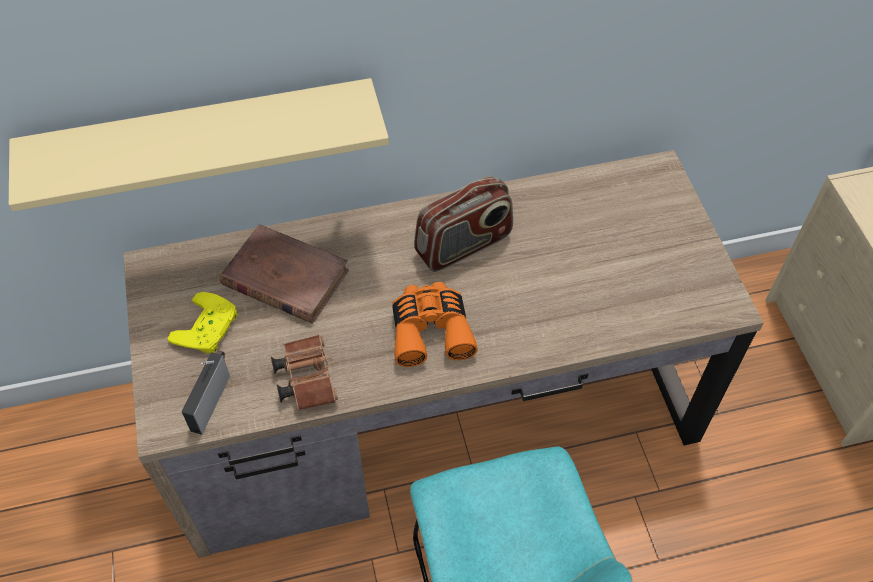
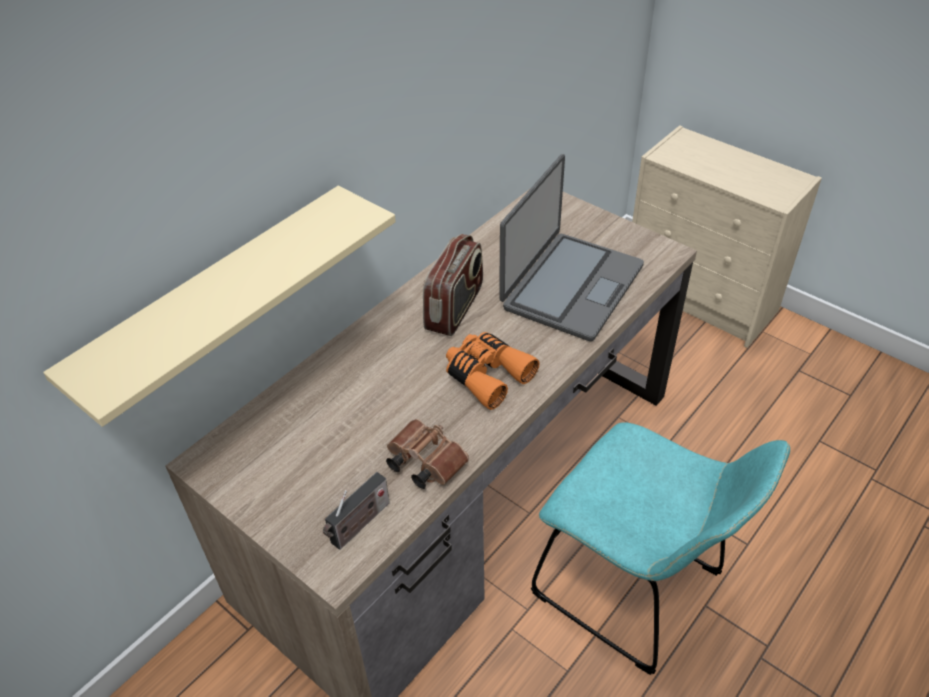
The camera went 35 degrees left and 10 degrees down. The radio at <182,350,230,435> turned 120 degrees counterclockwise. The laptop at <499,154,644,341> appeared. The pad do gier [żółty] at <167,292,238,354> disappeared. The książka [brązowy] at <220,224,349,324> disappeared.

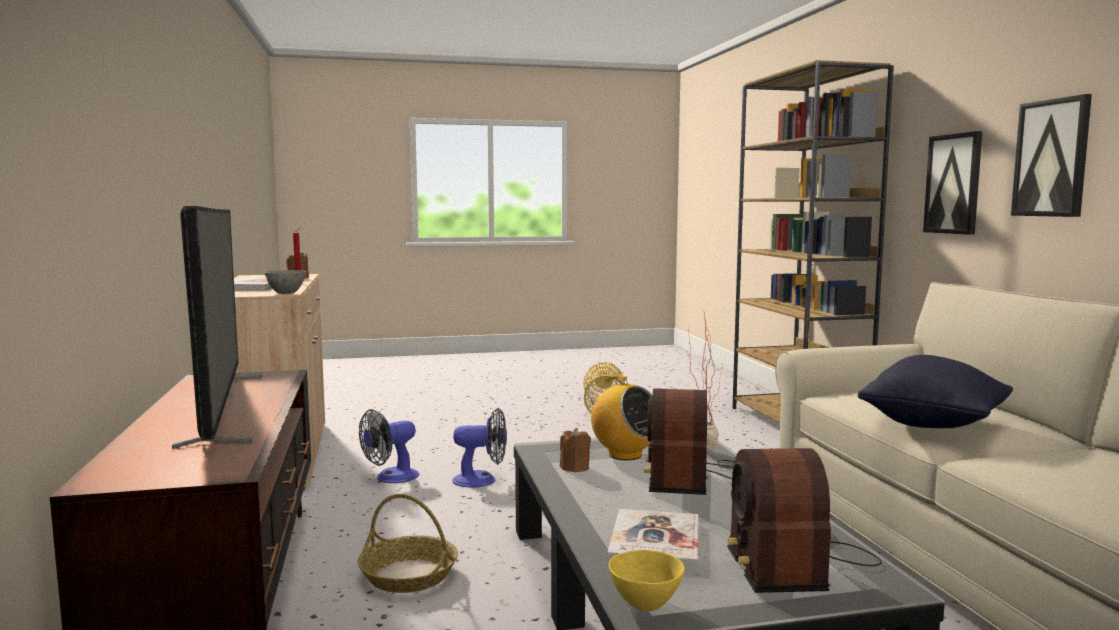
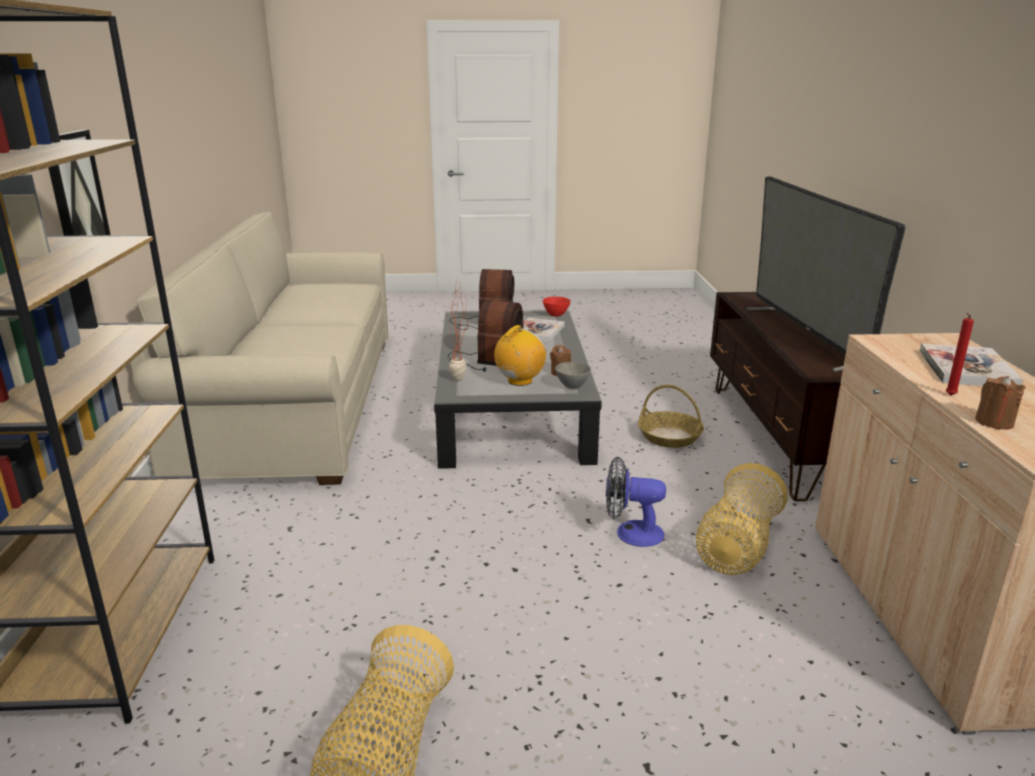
The camera went 170 degrees left and 15 degrees up. The radio at <586,375,653,460> turned 75 degrees clockwise. The miska [żółty] at <609,550,685,611> became the miska [czerwony] at <543,297,571,316>. The miska [szary] moved from <265,270,306,294> to <555,362,591,389>. The wentylator at <359,409,419,483> was replaced by the koszyk at <696,463,788,575>. The poduszka [czarny] at <857,355,1013,428> disappeared. The obraz at <1011,94,1092,217> disappeared.

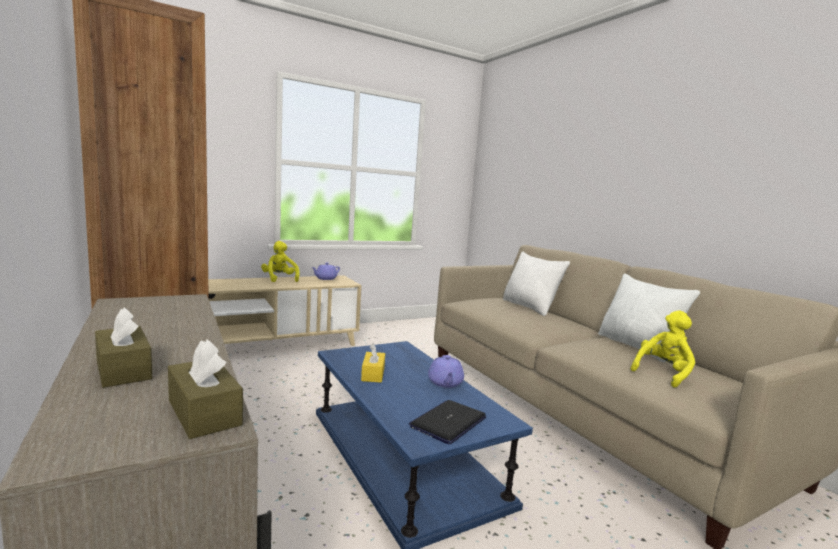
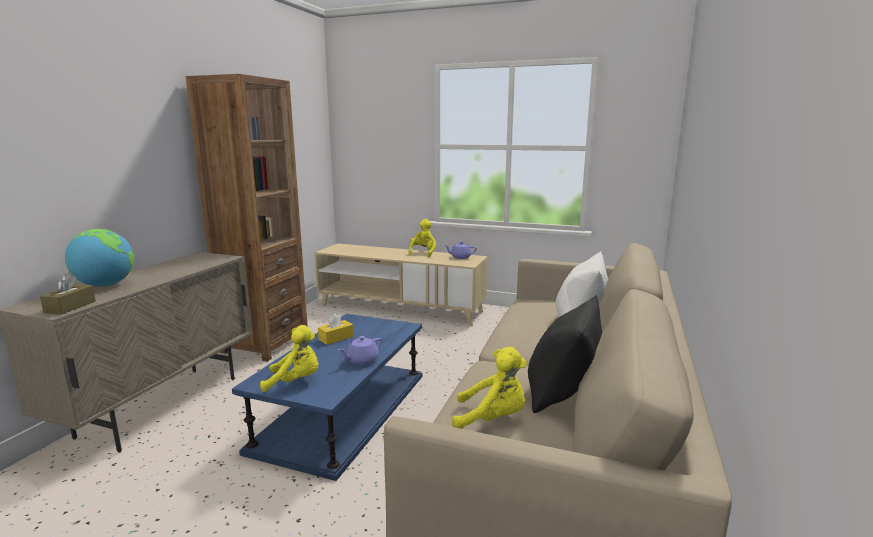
The camera went 50 degrees right and 5 degrees up. The pudełko chusteczek [brązowy] at <95,307,152,388> was replaced by the globus at <65,229,134,287>. The laptop at <409,400,486,444> was replaced by the pluszak [żółty] at <260,325,318,392>. The poduszka [biały] at <598,274,700,362> became the poduszka [czarny] at <528,295,602,413>.

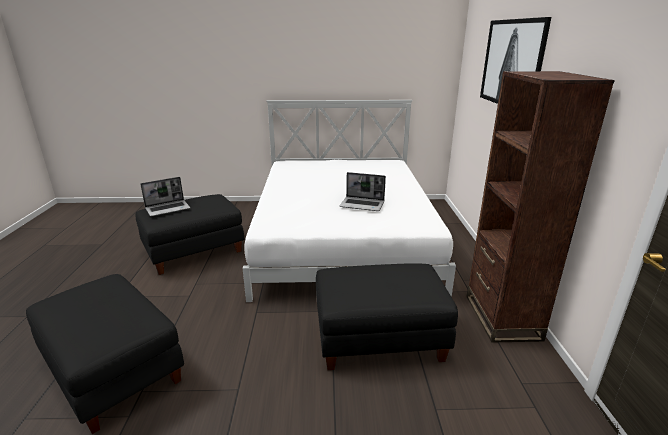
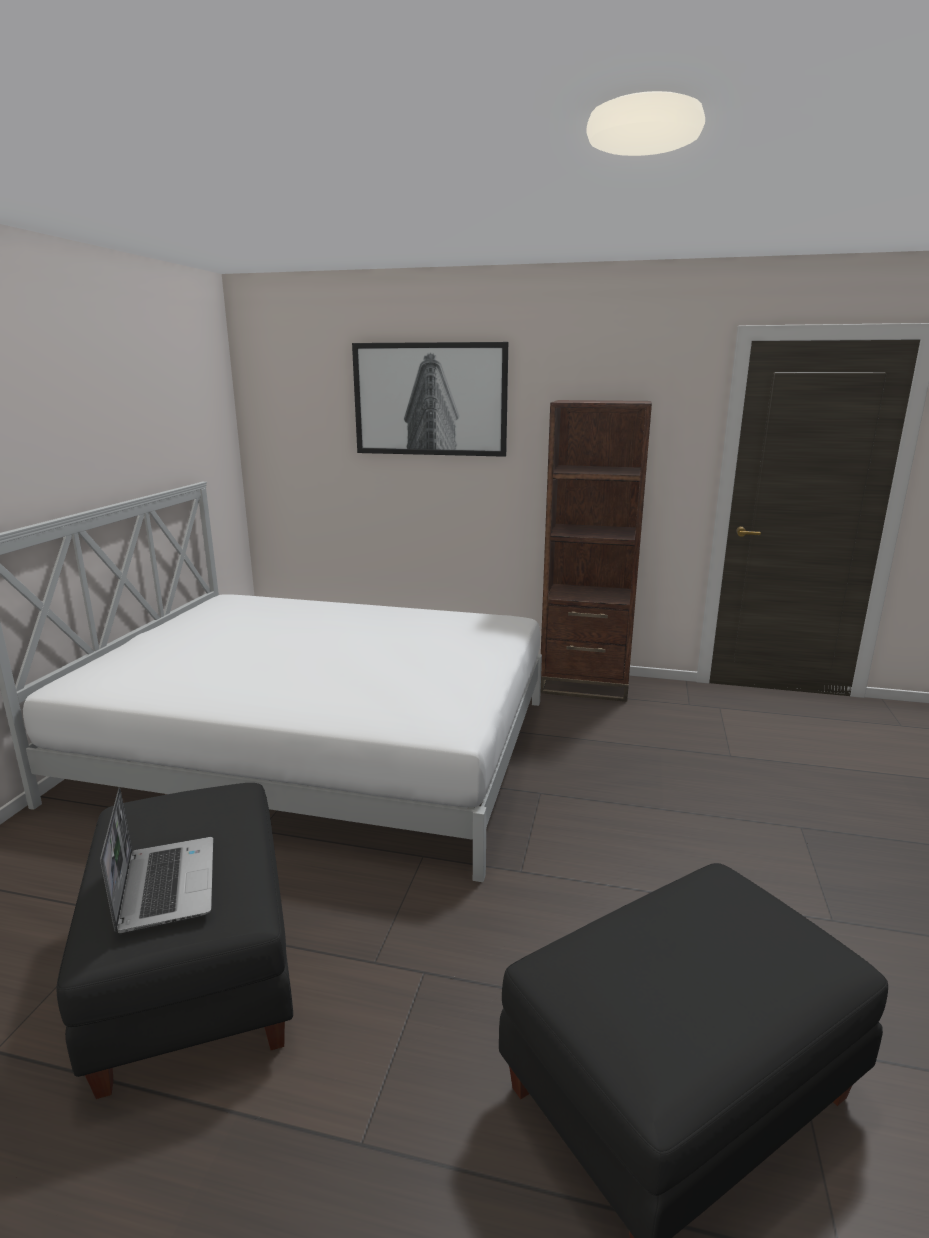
The camera went 75 degrees left and 5 degrees down. The pufa [czarny] at <316,263,458,370> disappeared. The laptop at <340,172,386,211> disappeared.

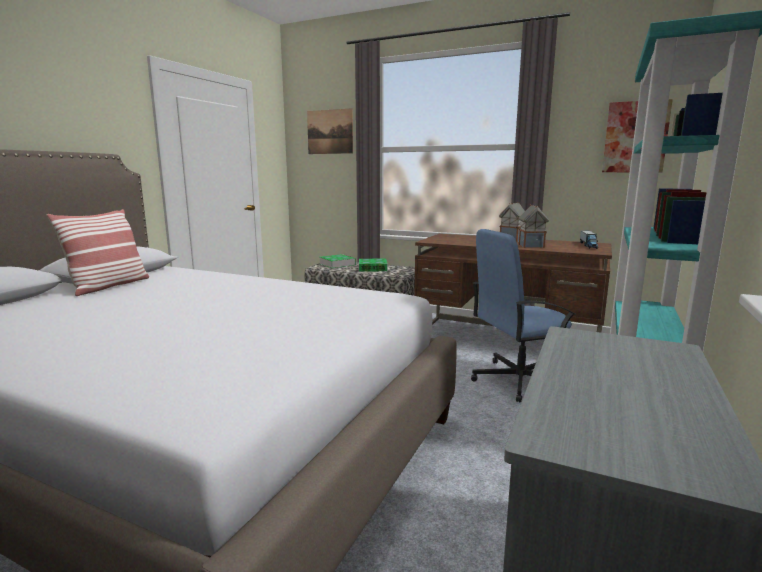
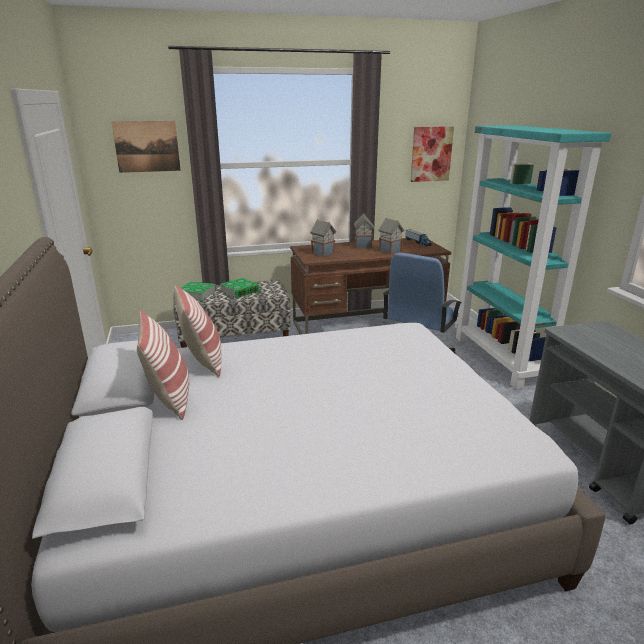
The camera went 40 degrees left and 10 degrees up. The poduszka at <174,284,222,377> appeared. The domek at <310,219,336,257> appeared.

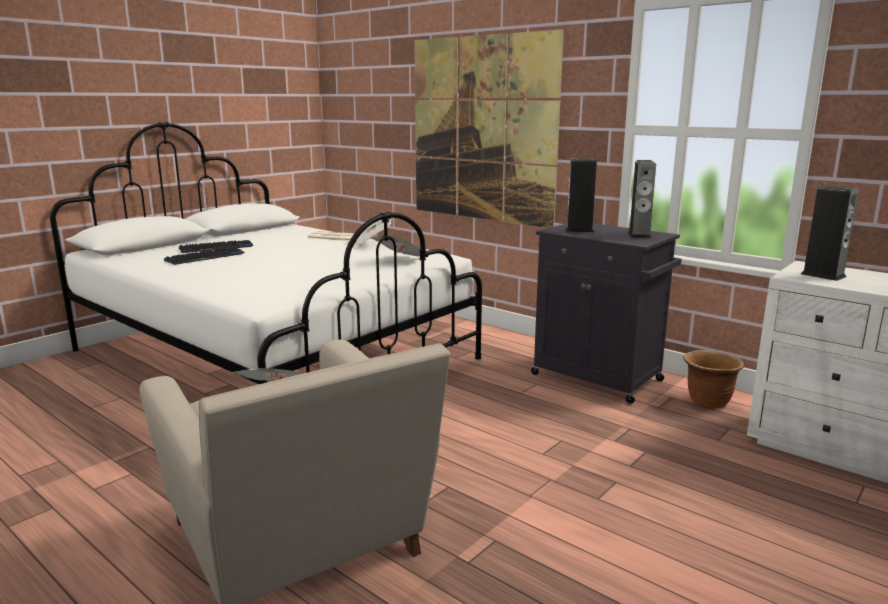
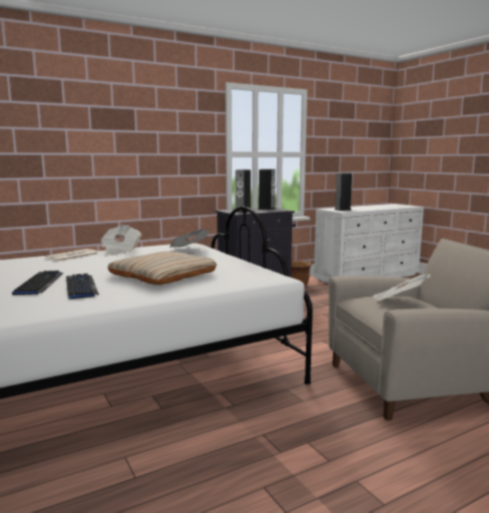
The camera went 70 degrees left and 5 degrees down. The poduszka [beżowy] at <107,251,217,285> appeared. The obraz at <414,29,564,228> disappeared.

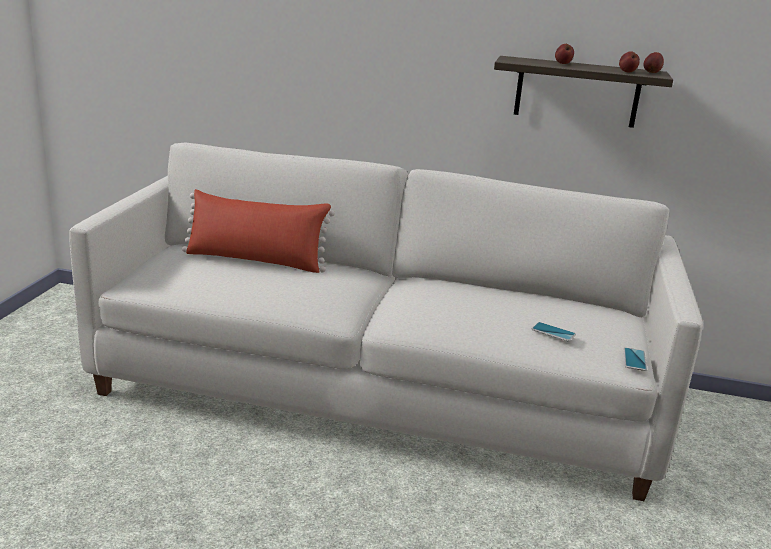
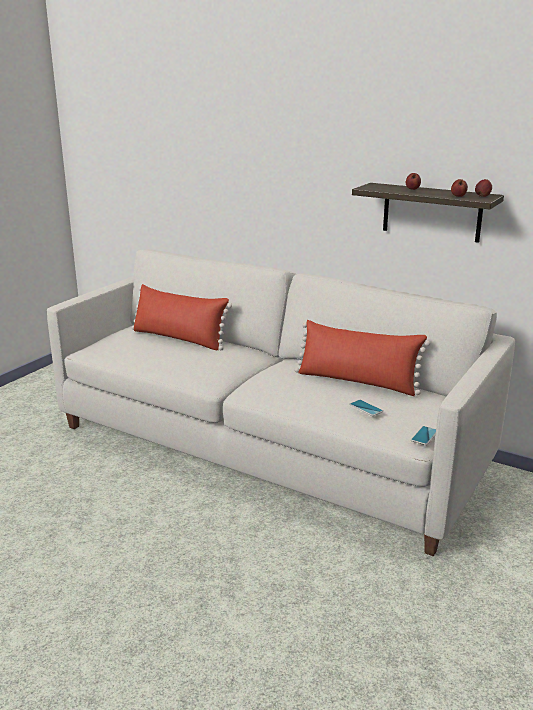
The camera went 20 degrees right and 0 degrees up. The poduszka [czerwony] at <295,320,430,396> appeared.

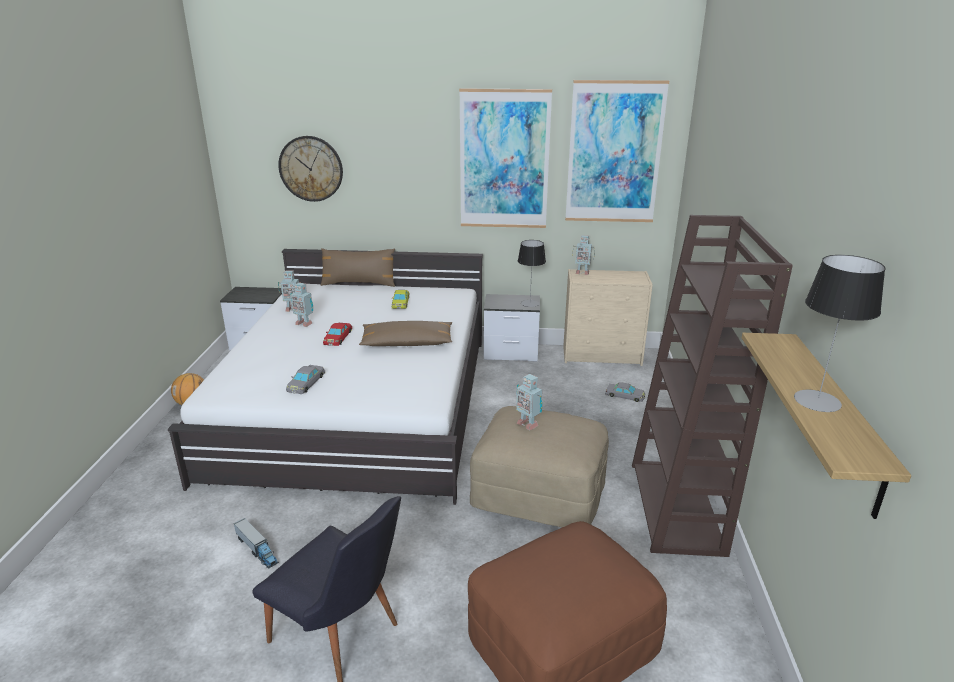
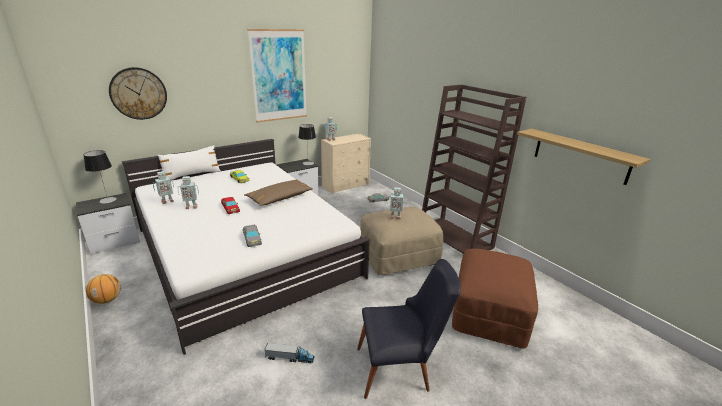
The camera went 40 degrees left and 0 degrees up. The lampa stołowa moved from <794,255,885,412> to <83,150,116,203>. The poduszka [brązowy] at <321,248,395,287> became the poduszka [biały] at <157,145,221,181>. The obraz at <565,80,669,222> disappeared.

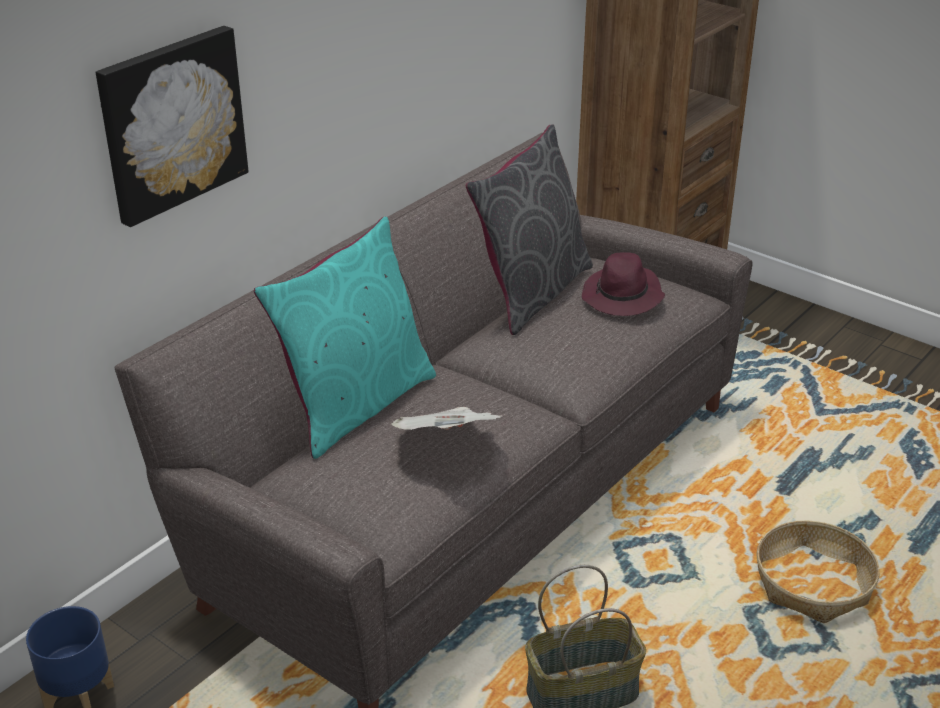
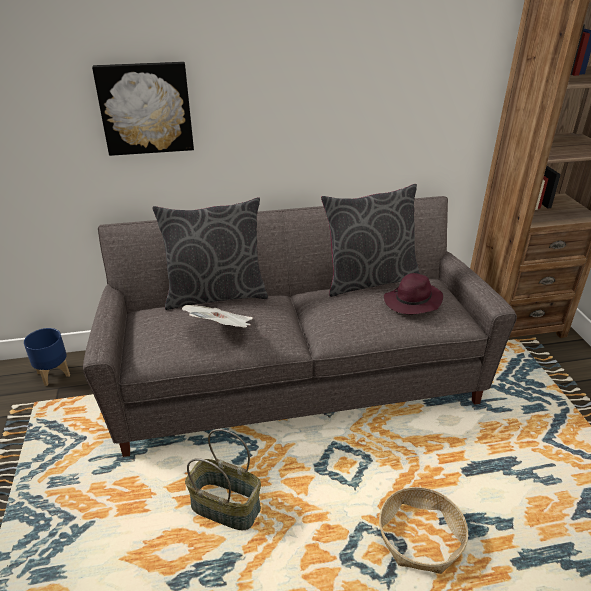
The camera went 40 degrees right and 0 degrees up. The poduszka [turkusowy] at <254,217,436,459> became the poduszka [szary] at <153,197,268,310>.

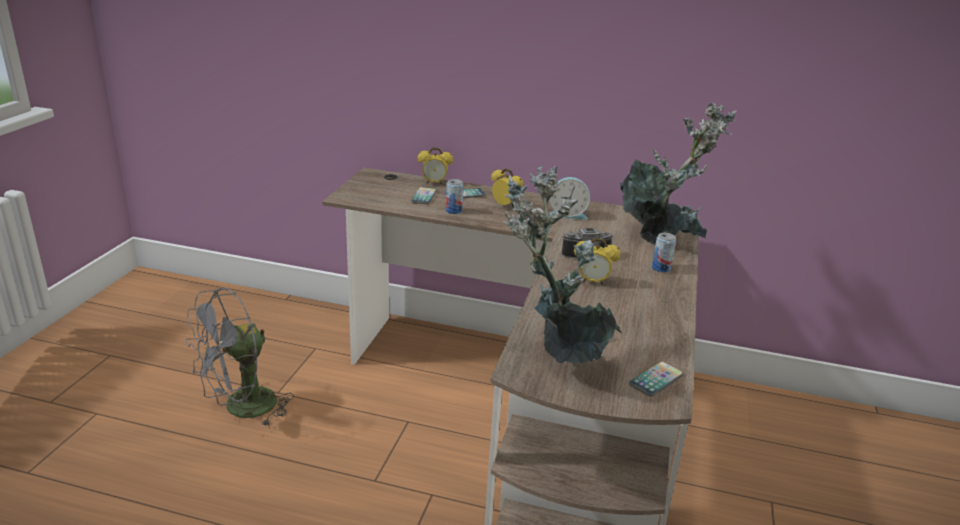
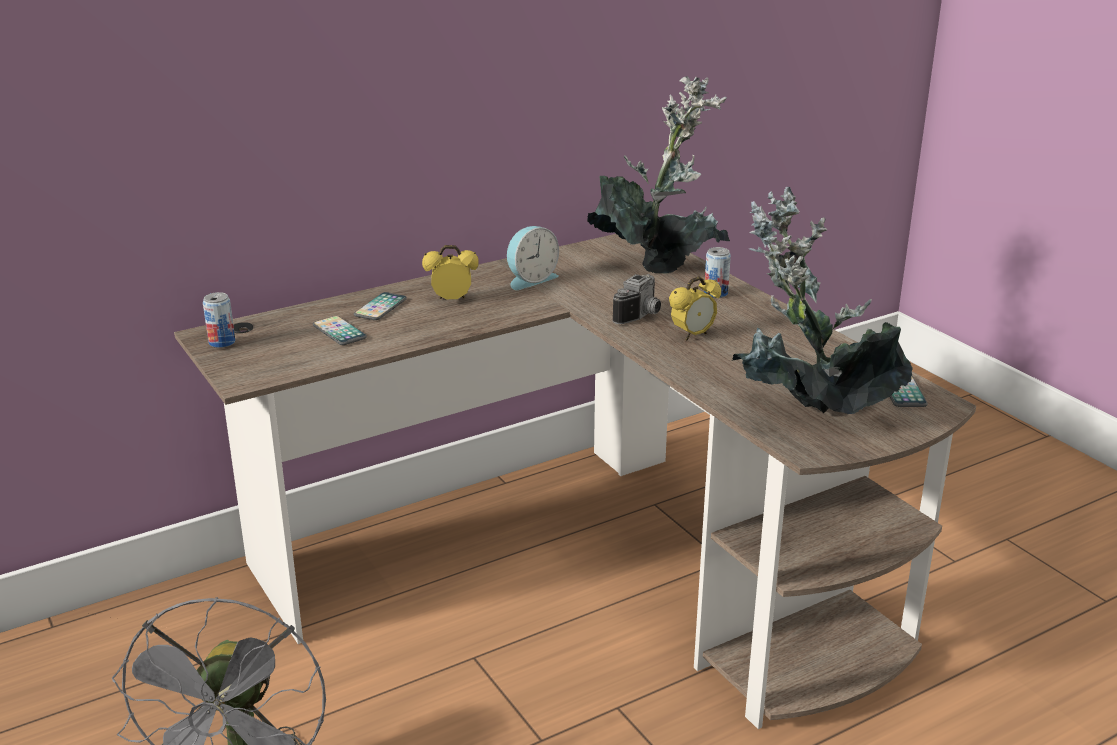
The camera went 45 degrees left and 0 degrees up. The puszka moved from <446,179,463,214> to <203,292,235,348>. The budzik at <417,148,453,185> disappeared.

